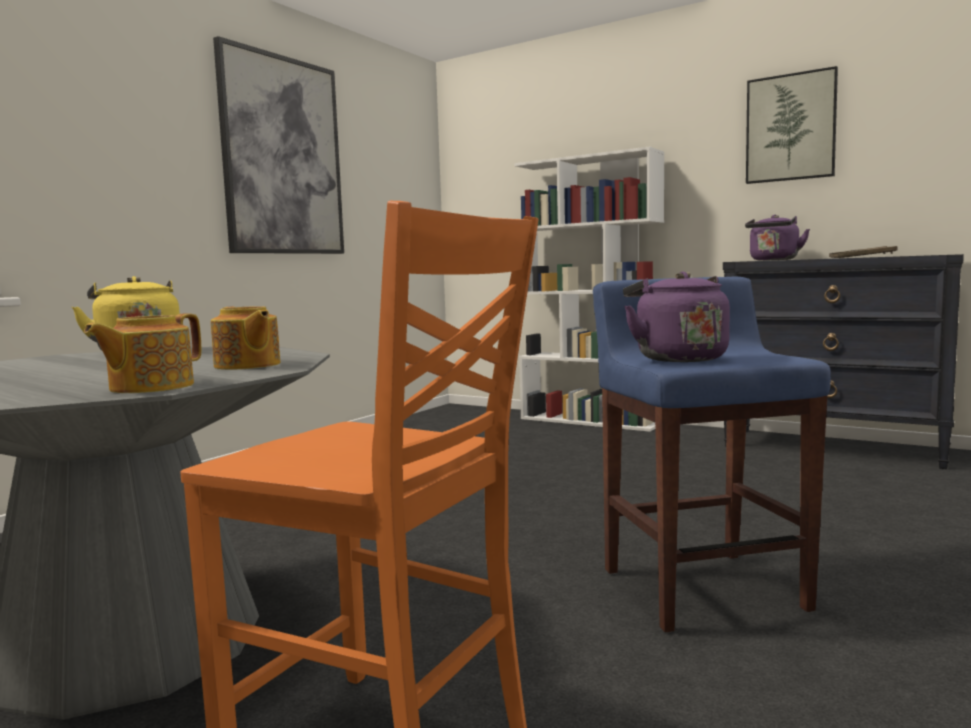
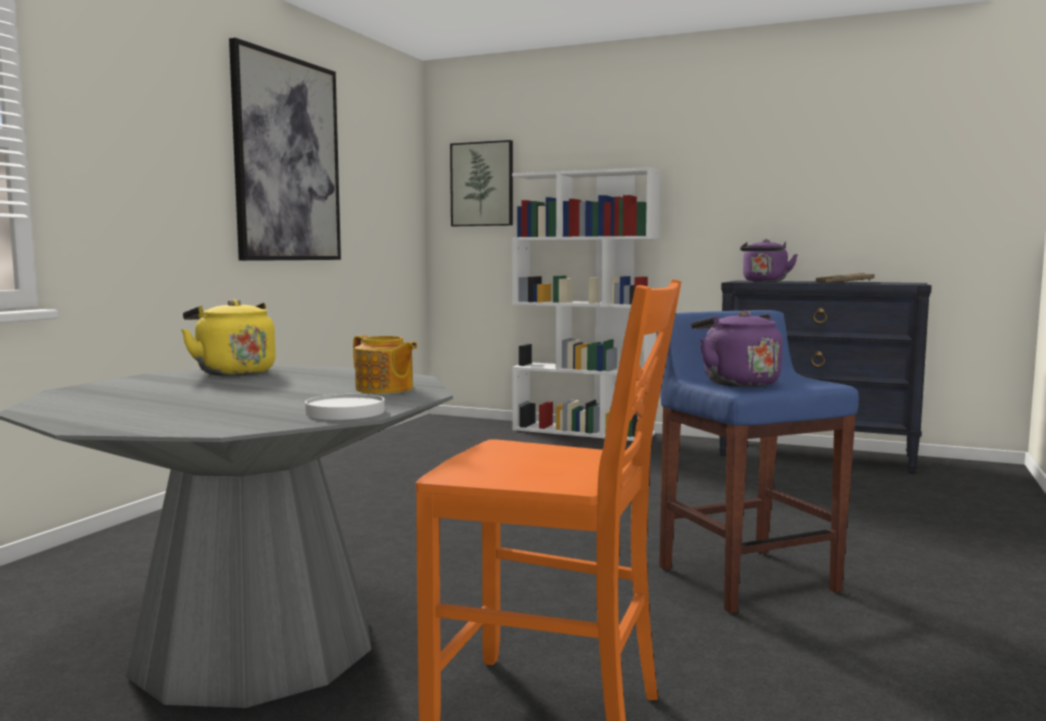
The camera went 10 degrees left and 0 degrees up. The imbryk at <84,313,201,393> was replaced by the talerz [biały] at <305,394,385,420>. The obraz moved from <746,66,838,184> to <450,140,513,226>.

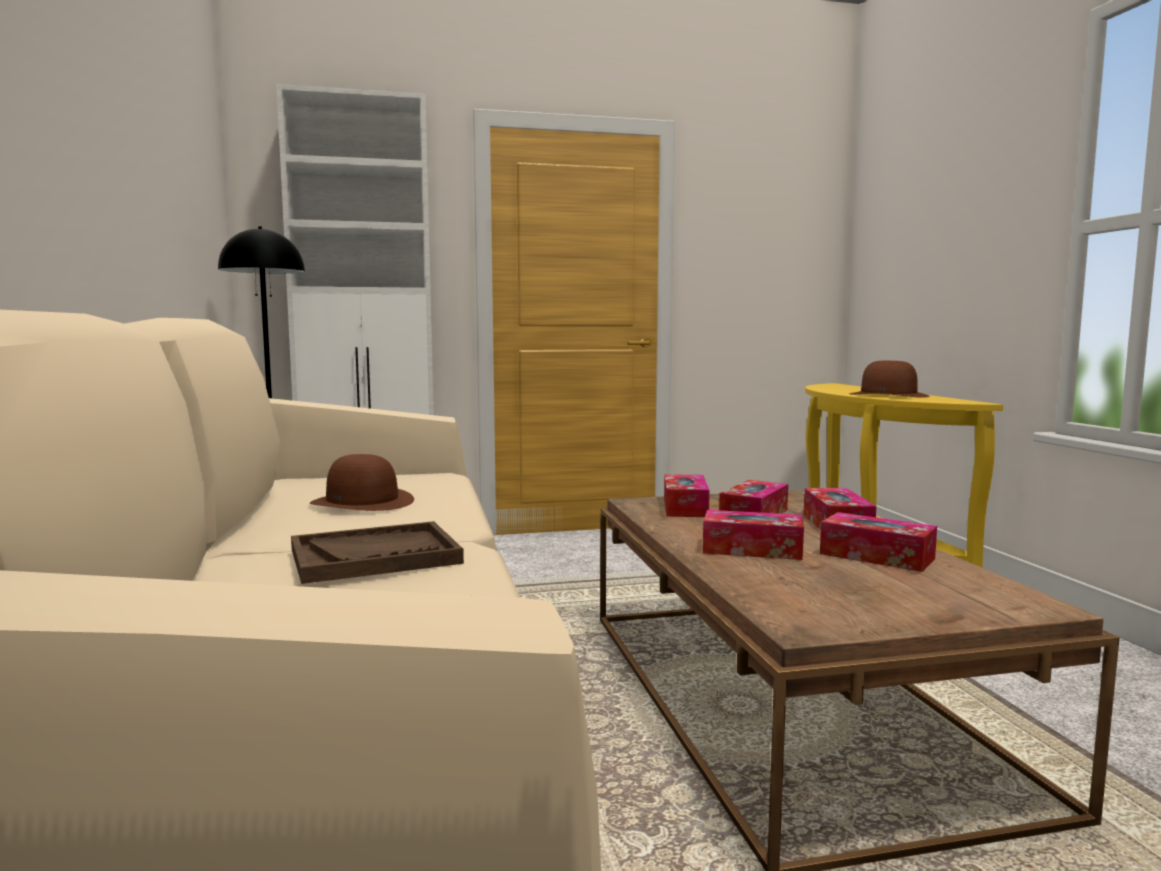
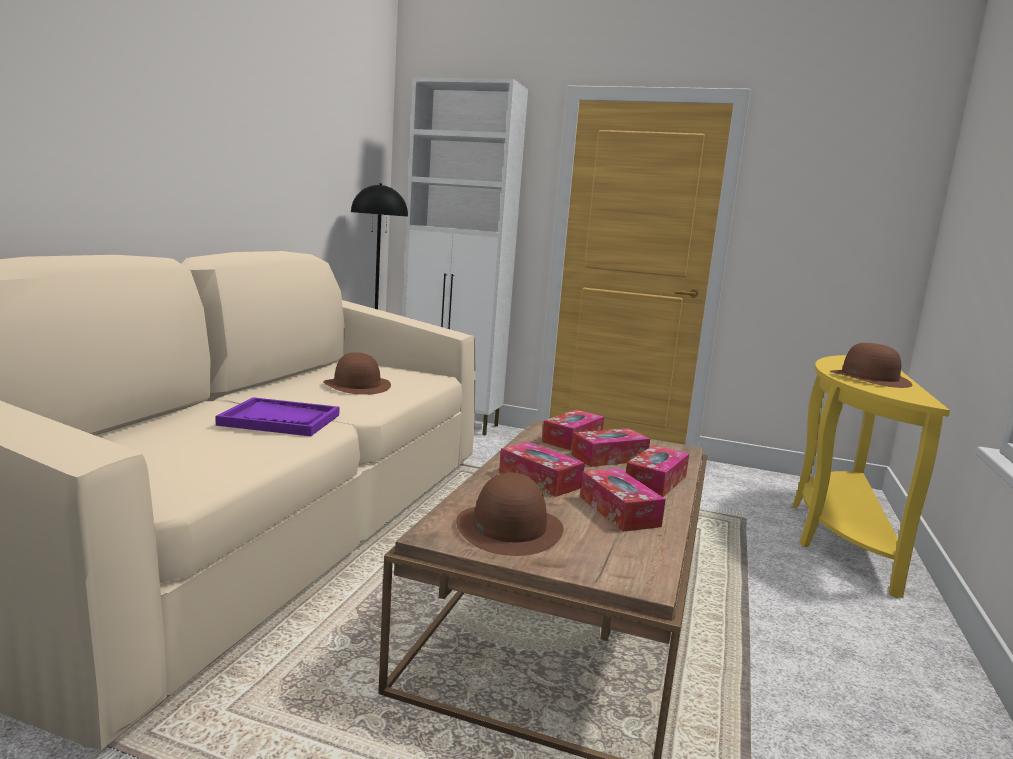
The camera went 30 degrees right and 5 degrees up. The taca [brązowy] at <291,521,464,584> became the taca [fioletowy] at <216,397,340,436>. The kapelusz [brązowy] at <456,472,563,556> appeared.

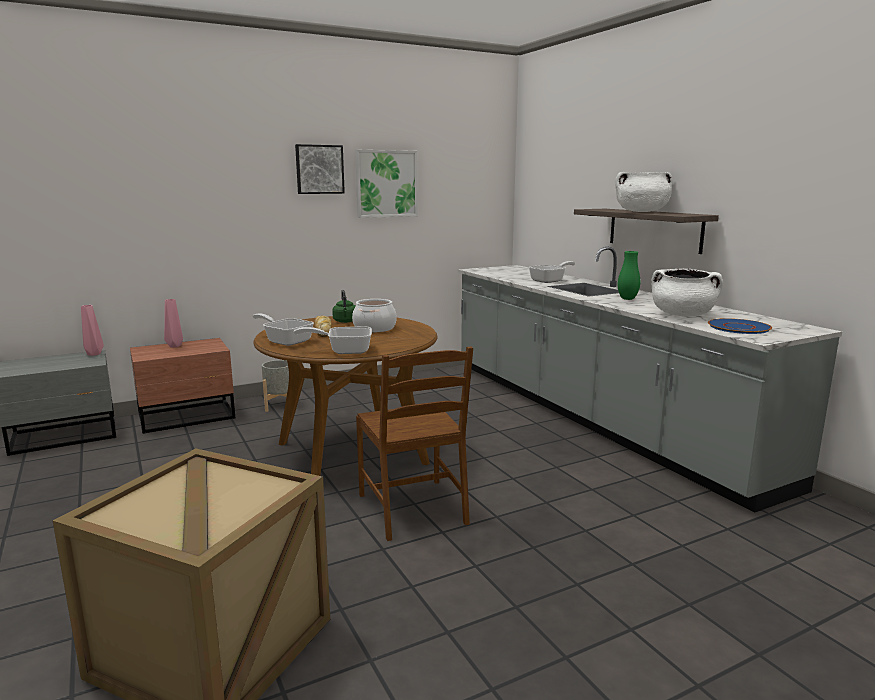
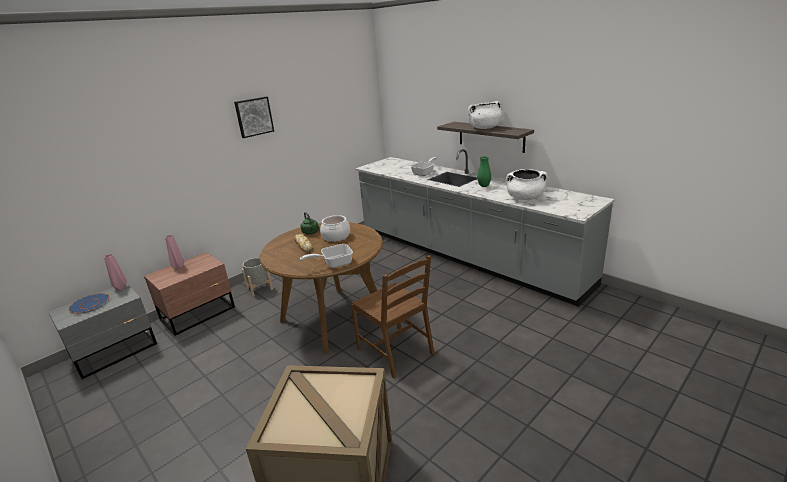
The camera went 15 degrees left and 10 degrees up. The talerz [niebieski] moved from <708,318,772,334> to <68,293,110,314>. The patelnia at <253,313,314,346> disappeared. The obraz at <355,150,418,218> disappeared.

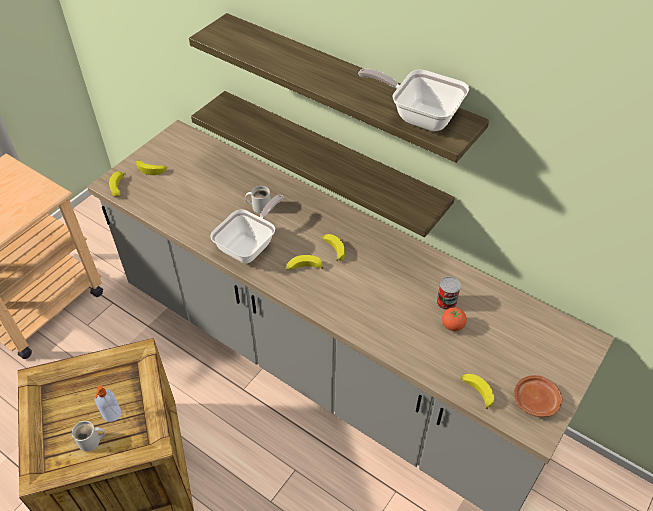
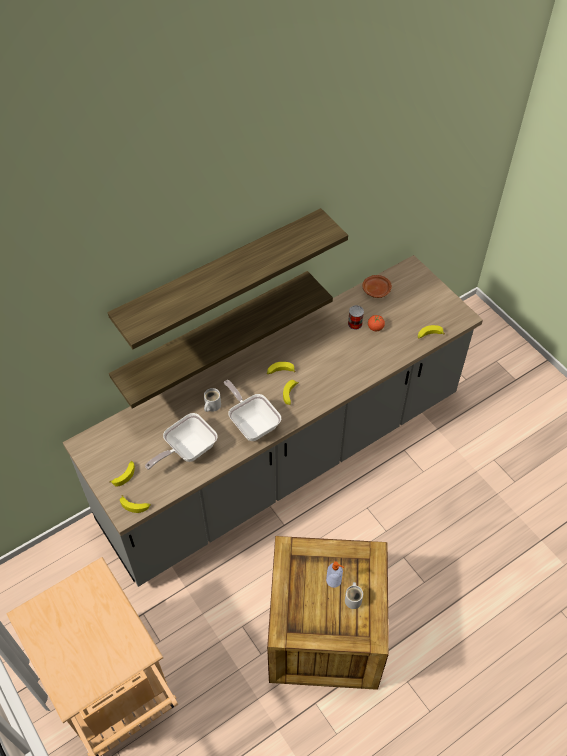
The camera went 70 degrees left and 5 degrees up. The patelnia moved from <358,68,469,131> to <145,413,218,470>. The talerz [brązowy] moved from <514,375,563,417> to <363,275,392,298>.

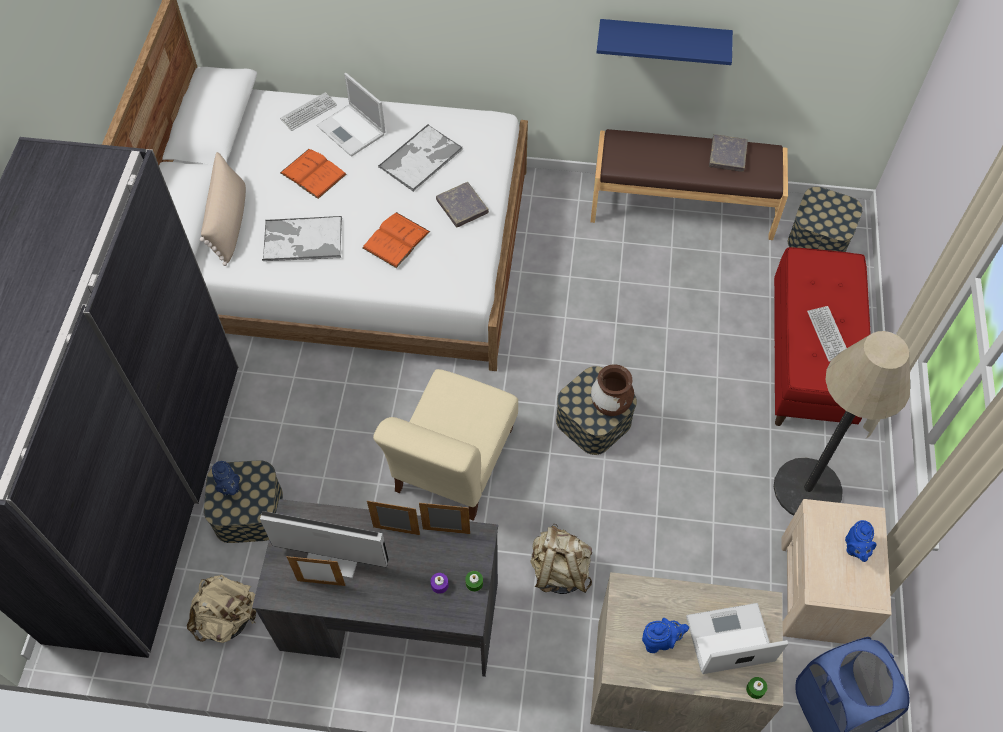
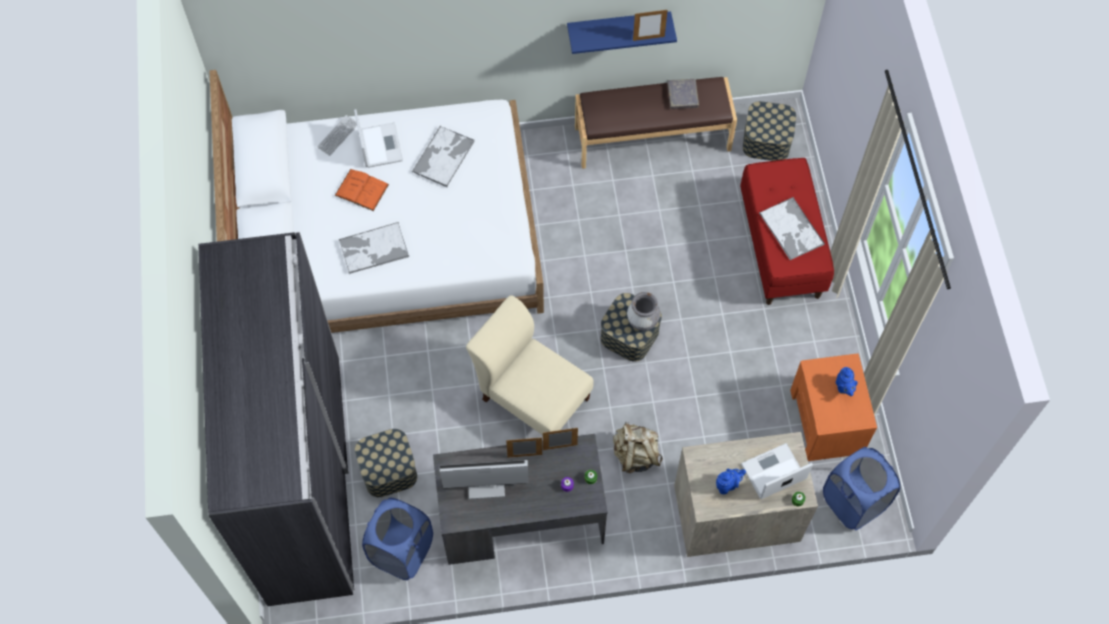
The camera went 15 degrees left and 5 degrees up. The laptop at <316,73,386,157> turned 135 degrees counterclockwise. The plecak [beżowy] at <187,574,256,643> was replaced by the kosz na pranie [niebieski] at <362,498,433,580>. The krzesło [beżowy] at <373,369,518,521> turned 120 degrees clockwise. The wazon [brązowy] at <591,364,634,416> became the wazon [szary] at <627,292,660,331>. The ramka na zdjęcie moved from <287,556,346,586> to <633,9,668,41>. The klawiatura at <807,306,847,362> was replaced by the taca at <759,197,825,261>. The szafka nocna [beżowy] at <781,499,892,644> became the szafka nocna [pomarańczowy] at <790,353,877,461>. The poduszka [beżowy] at <200,152,246,266> disappeared. The imbryk [niebieski] at <212,461,240,496> disappeared. The książka [pomarańczowy] at <363,212,430,268> disappeared. The książka [szary] at <436,182,489,228> disappeared. The lampa stojąca at <774,331,910,516> disappeared.

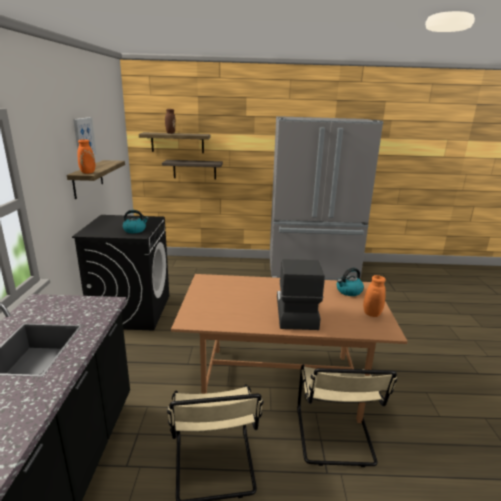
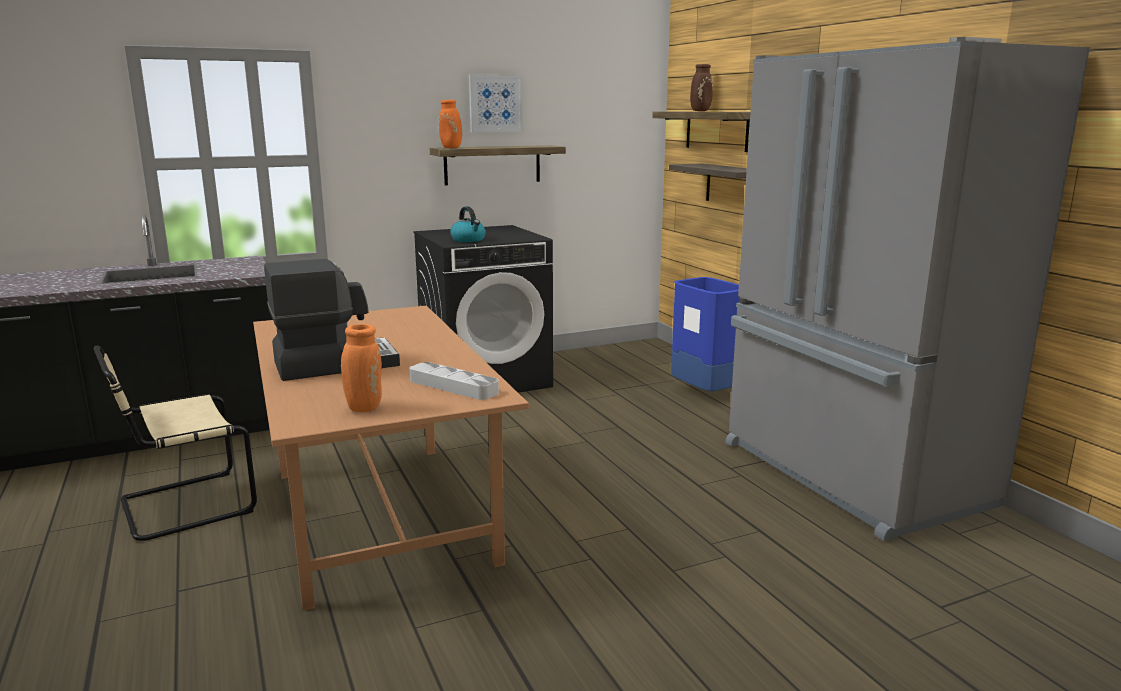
The camera went 65 degrees right and 5 degrees down. The czajnik at <337,268,364,296> was replaced by the taca [szary] at <409,362,499,400>. The kosz na śmieci [niebieski] at <671,277,740,391> appeared. The krzesło [beżowy] at <297,365,397,467> disappeared.

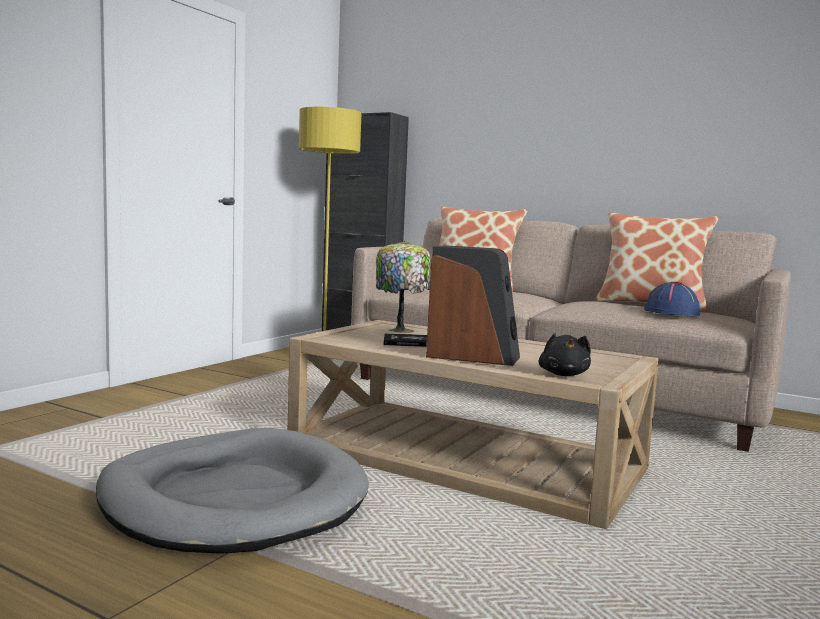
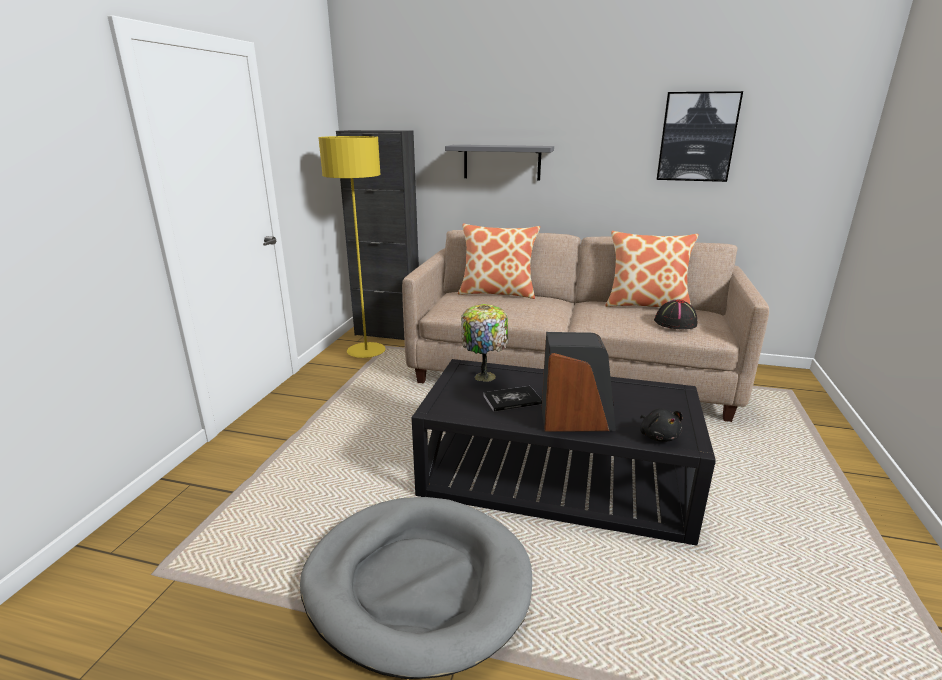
The camera went 15 degrees left and 15 degrees up. The ława [beżowy] at <288,320,659,529> became the ława [czarny] at <412,359,716,546>. The półka [szary] at <445,145,554,181> appeared. The kapelusz [niebieski] at <644,282,700,316> became the kapelusz [czarny] at <654,300,698,329>. The obraz at <657,91,743,182> appeared.

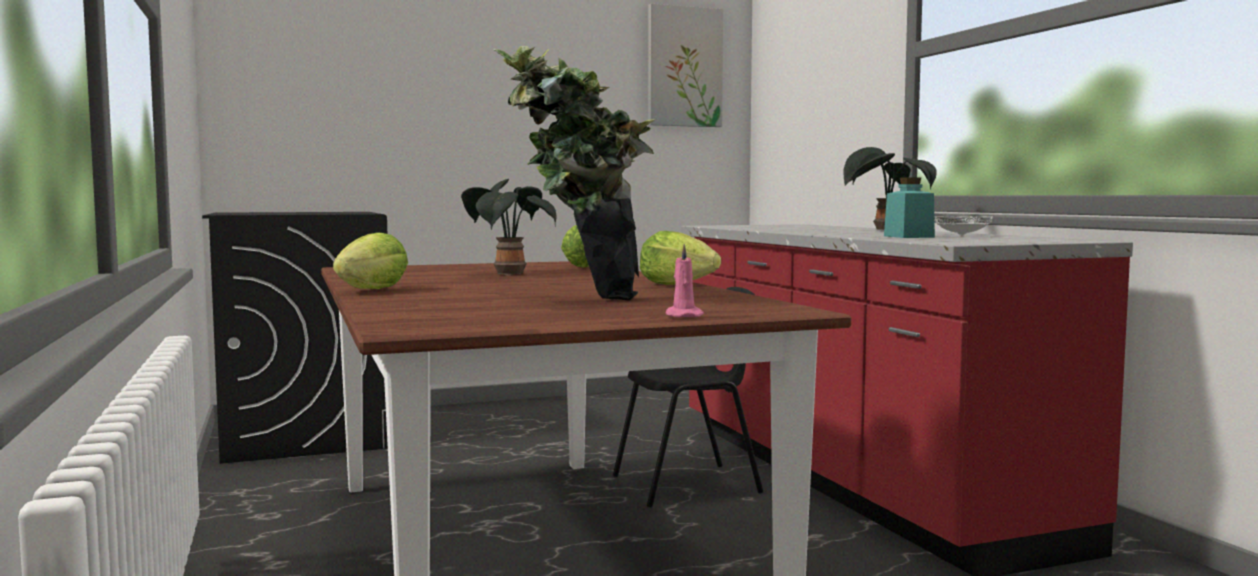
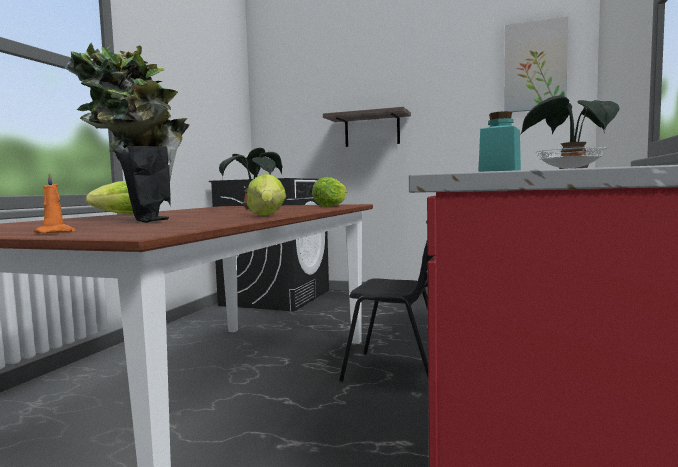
The camera went 40 degrees right and 0 degrees up. The świeca [różowy] at <666,244,704,317> became the świeca [pomarańczowy] at <34,172,76,233>. The półka at <323,107,411,147> appeared.

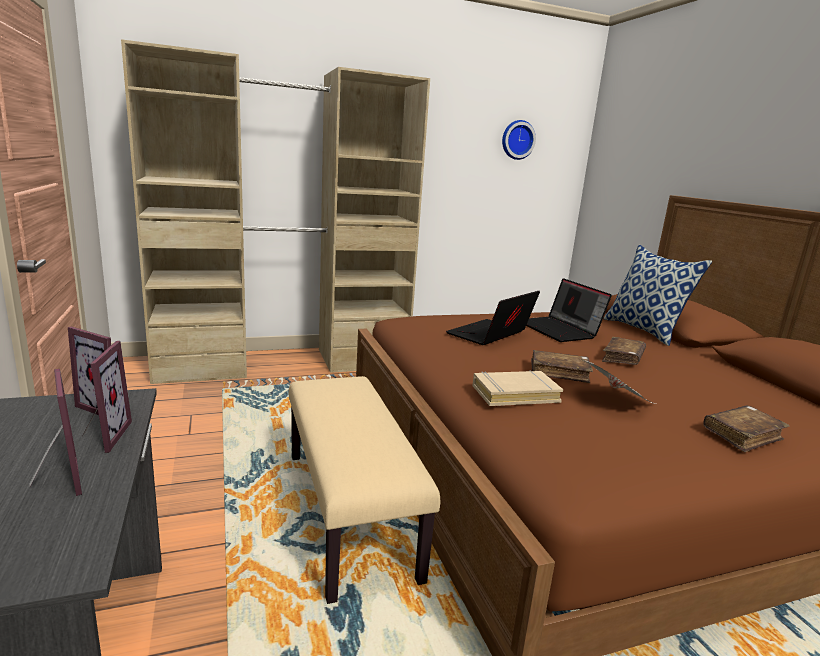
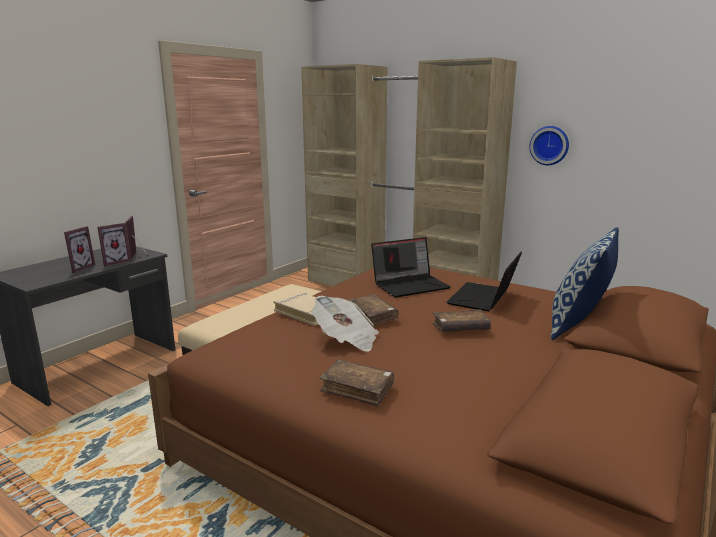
The camera went 55 degrees right and 0 degrees up. The laptop at <446,291,540,345> turned 150 degrees clockwise. The zegar ścienny moved from <502,120,536,160> to <529,126,569,165>.

